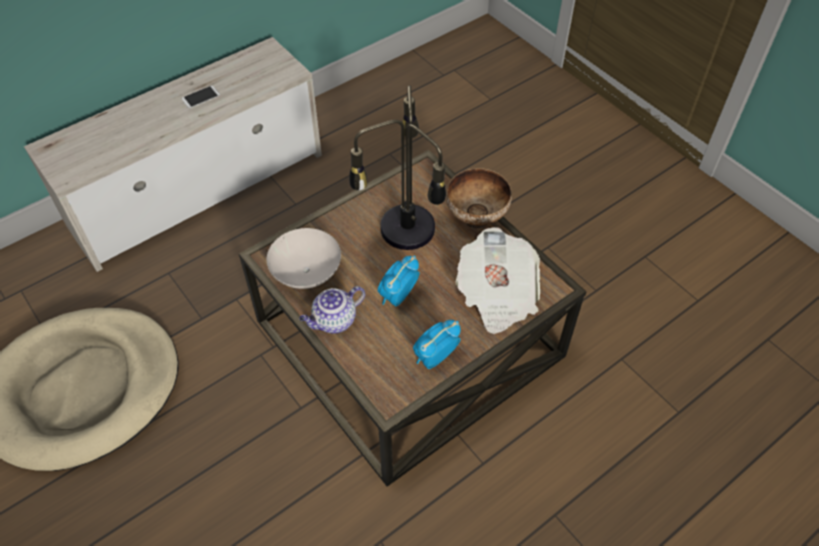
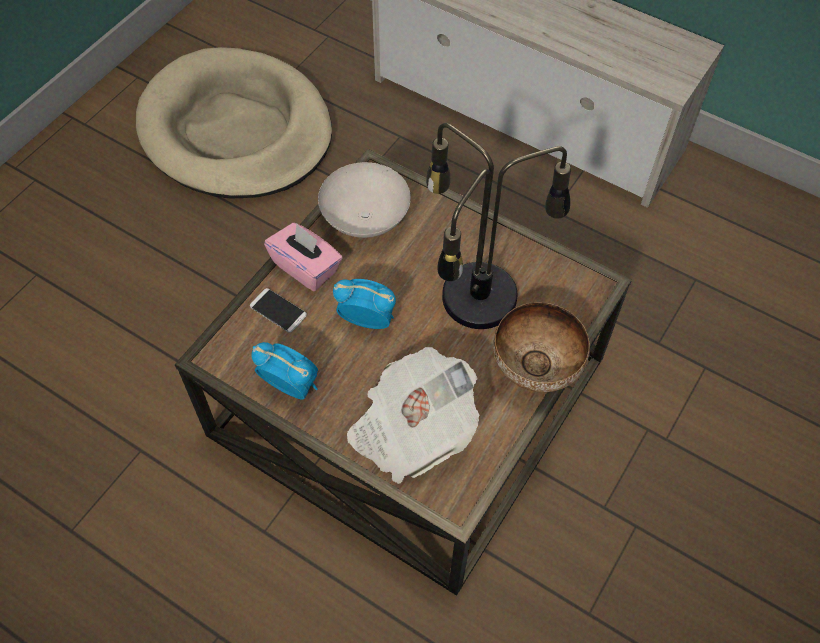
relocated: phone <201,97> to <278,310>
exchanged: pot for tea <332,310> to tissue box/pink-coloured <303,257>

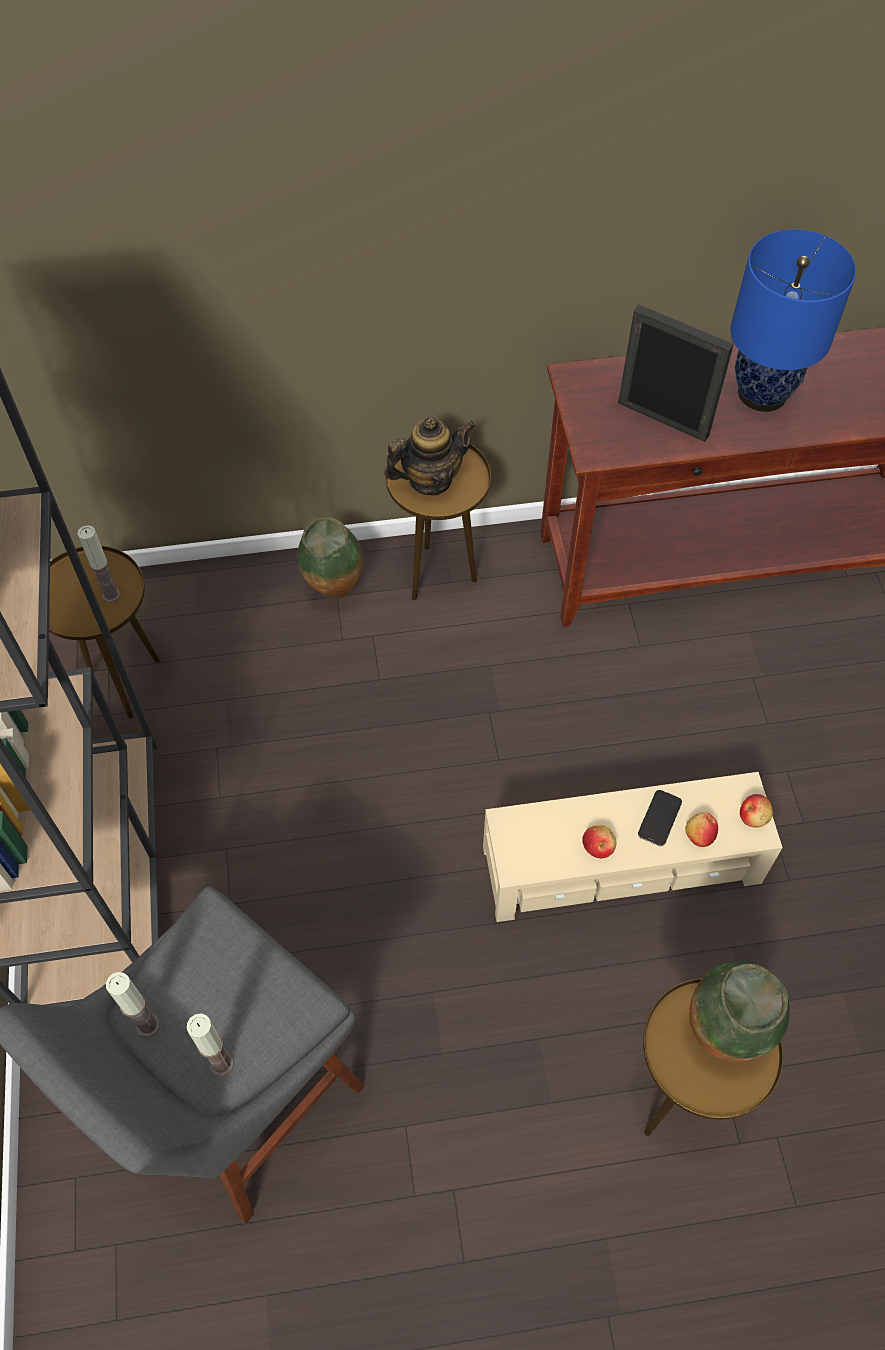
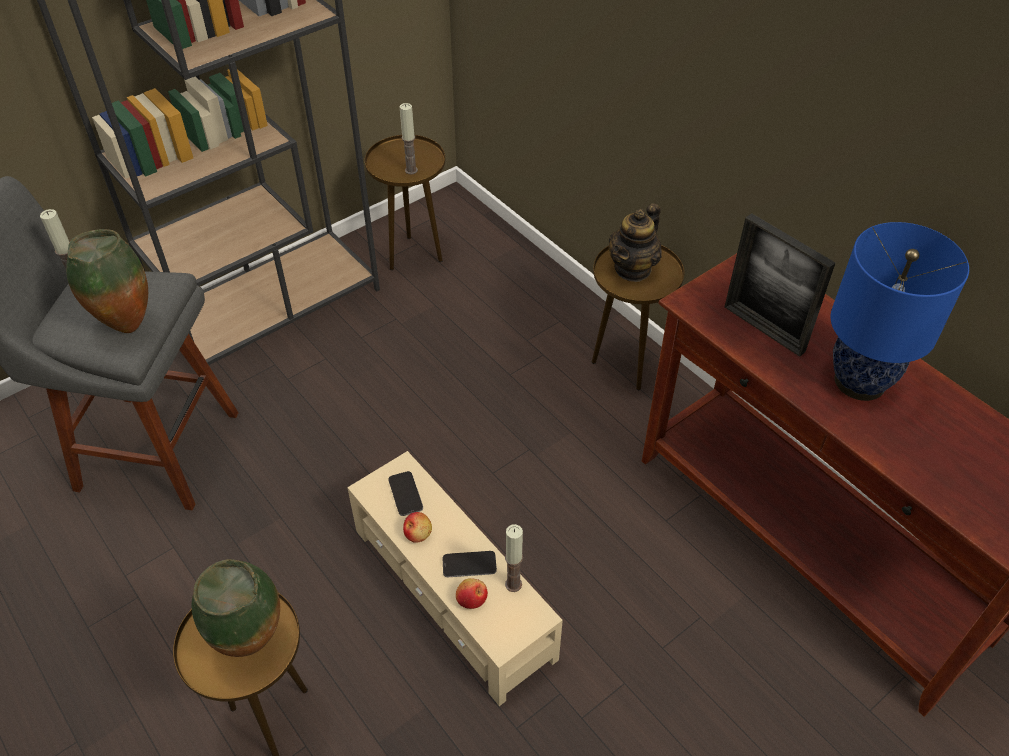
missing: apple fruit <756,811>
appeared: phone <405,493>
relocated: vase <330,558> to <107,281>; wax candle <210,1044> to <514,558>
spun: standing frame <676,373> = <780,285> 135 degrees clockwise; pot for tea <430,456> = <635,242> 90 degrees clockwise

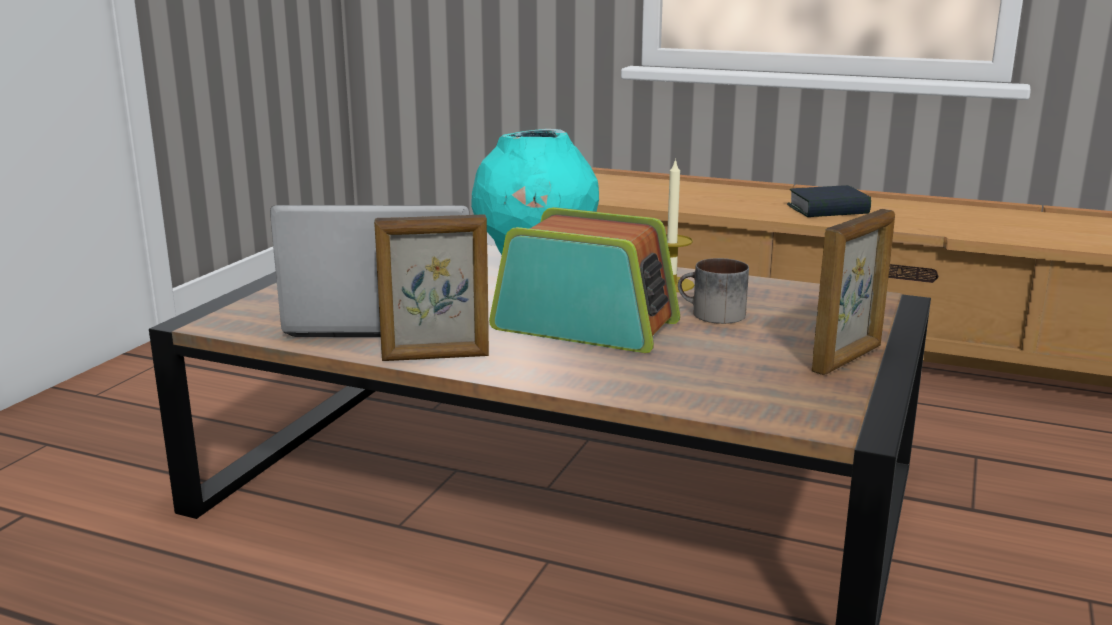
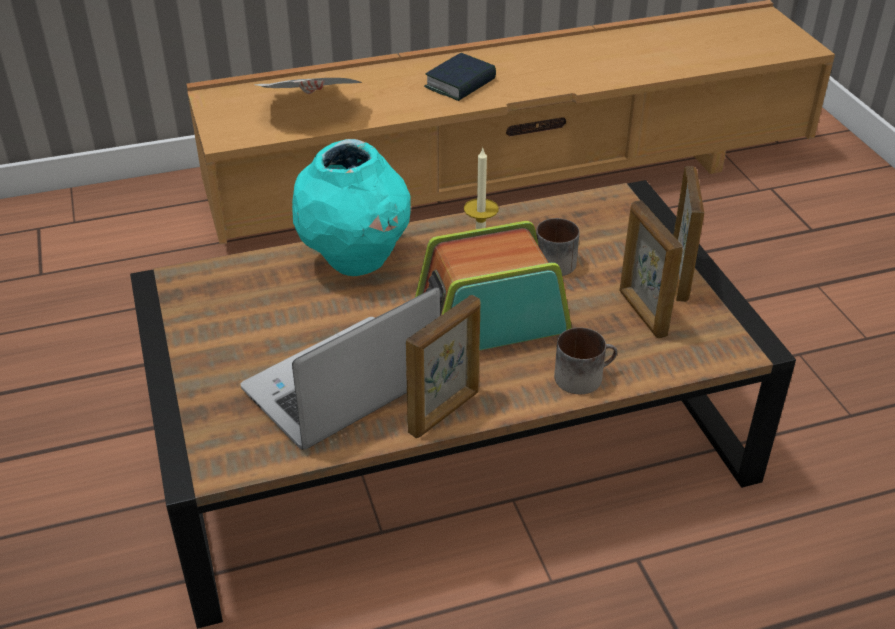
appeared: daily paper <308,86>; standing frame <651,269>; coffee mug <585,361>

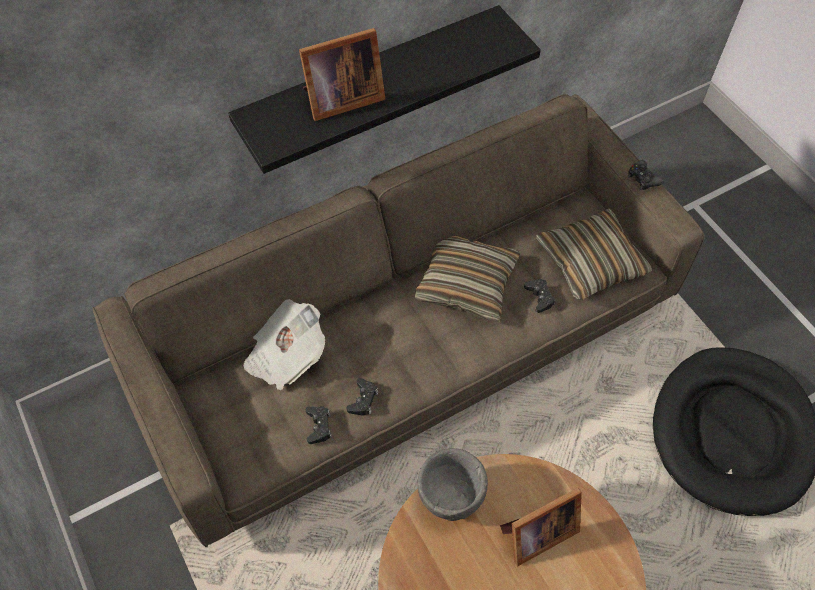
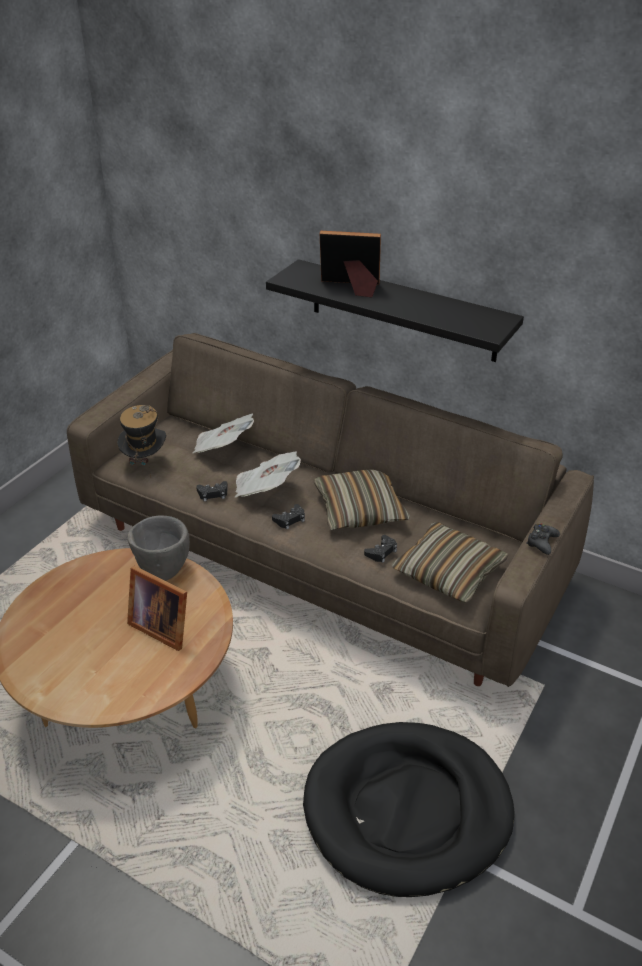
appeared: clothing hat <141,441>; daily paper <268,474>
relocated: game controller/blackish <319,425> to <288,516>
spun: standing frame <342,74> = <350,264> 150 degrees clockwise

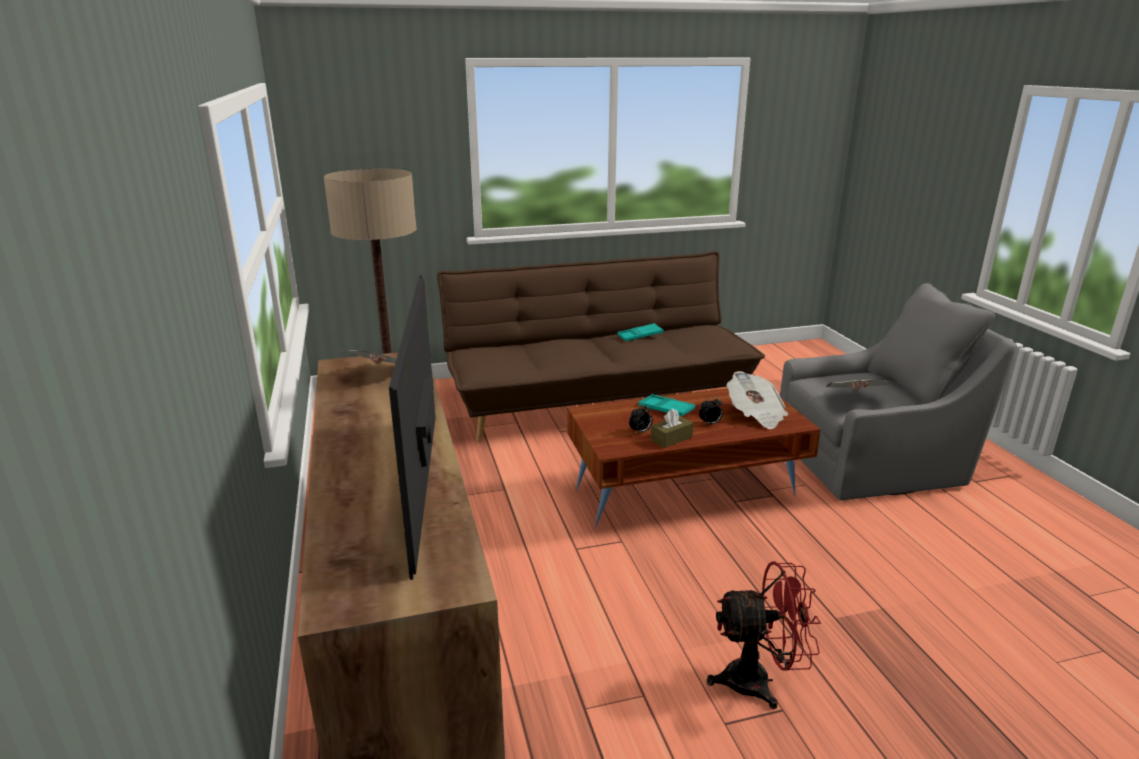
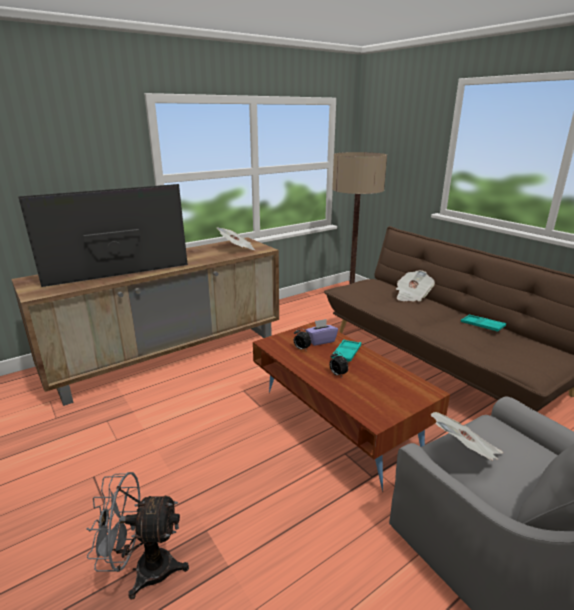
missing: tissue box/brown-coloured <672,428>; fan/red-coloured <764,635>
appeared: tissue box/purplish <322,332>; fan/greyish <137,536>
relocated: daily paper <757,400> to <415,286>

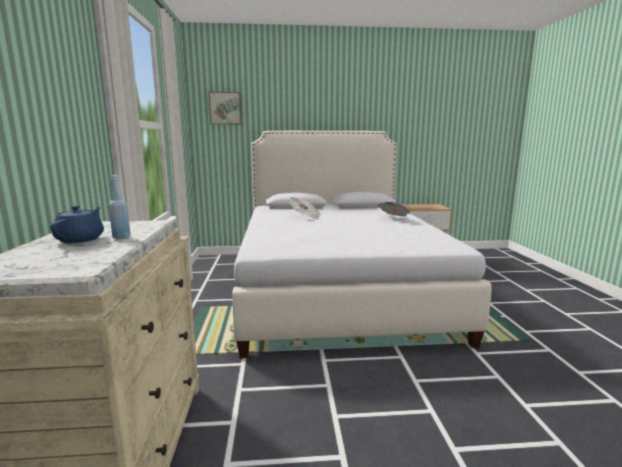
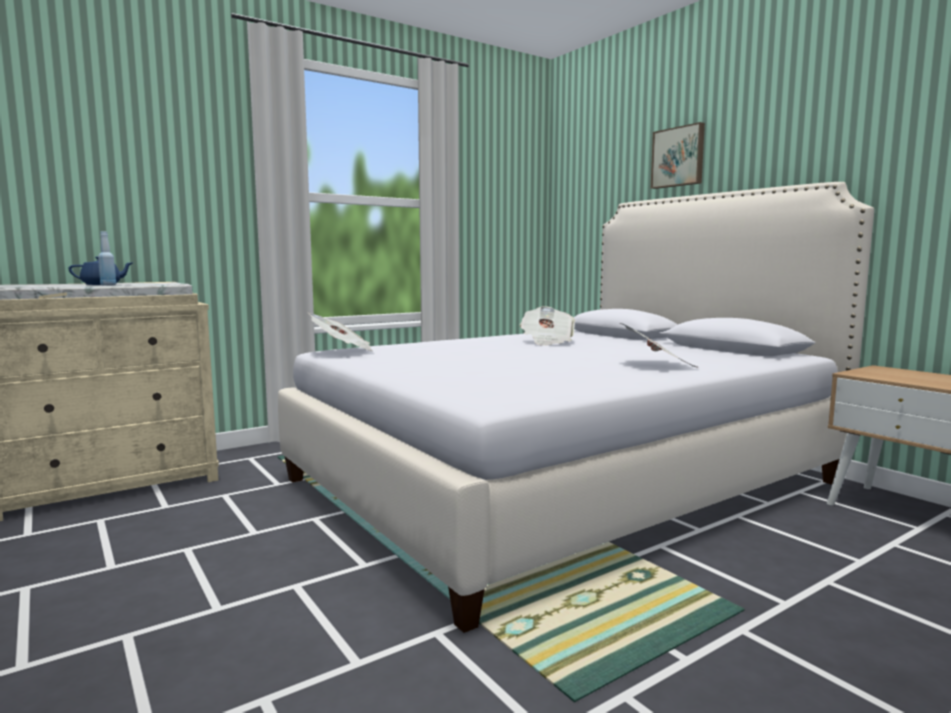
appeared: daily paper <340,332>
relocated: wall art <225,108> to <678,155>

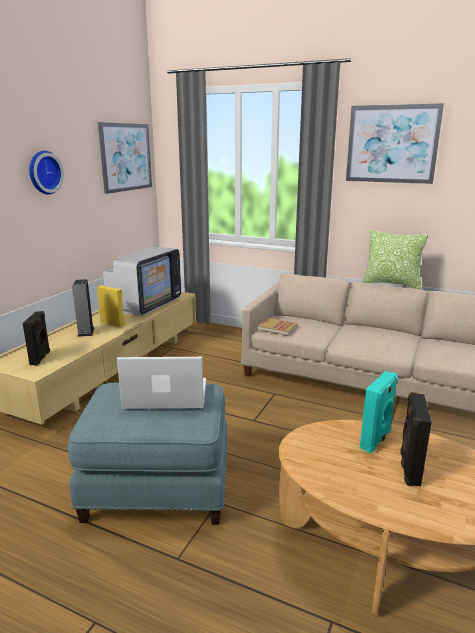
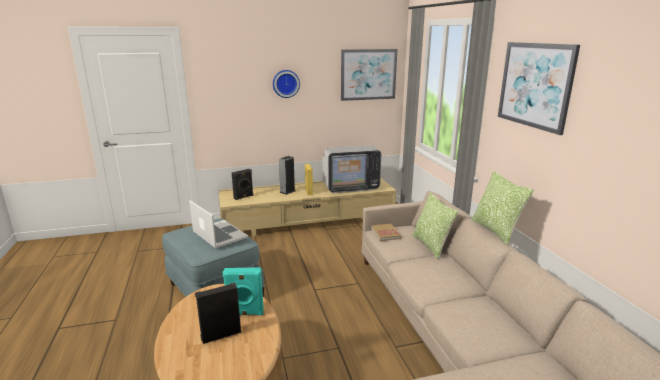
appeared: pillow <435,226>

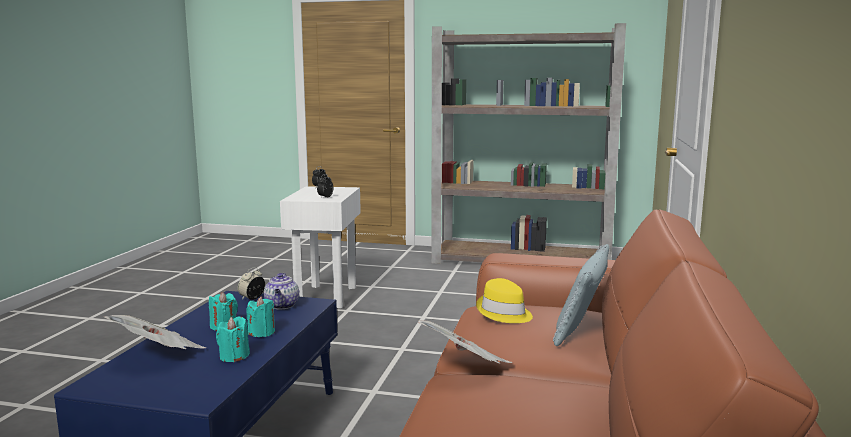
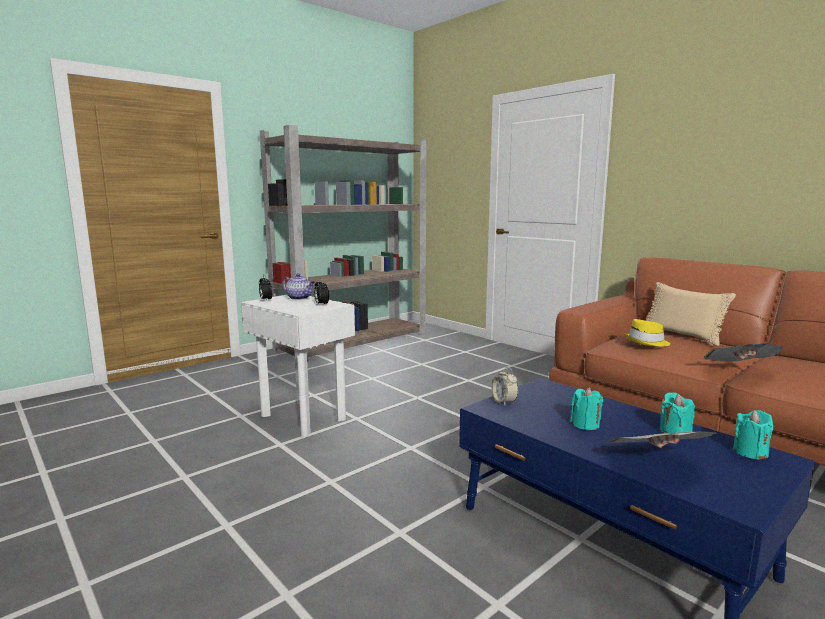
relocated: pot for tea <281,291> to <299,286>; wax candle/turquoise <261,316> to <753,435>
colour: pillow/blue <581,295> to pillow/beige-coloured <691,314>

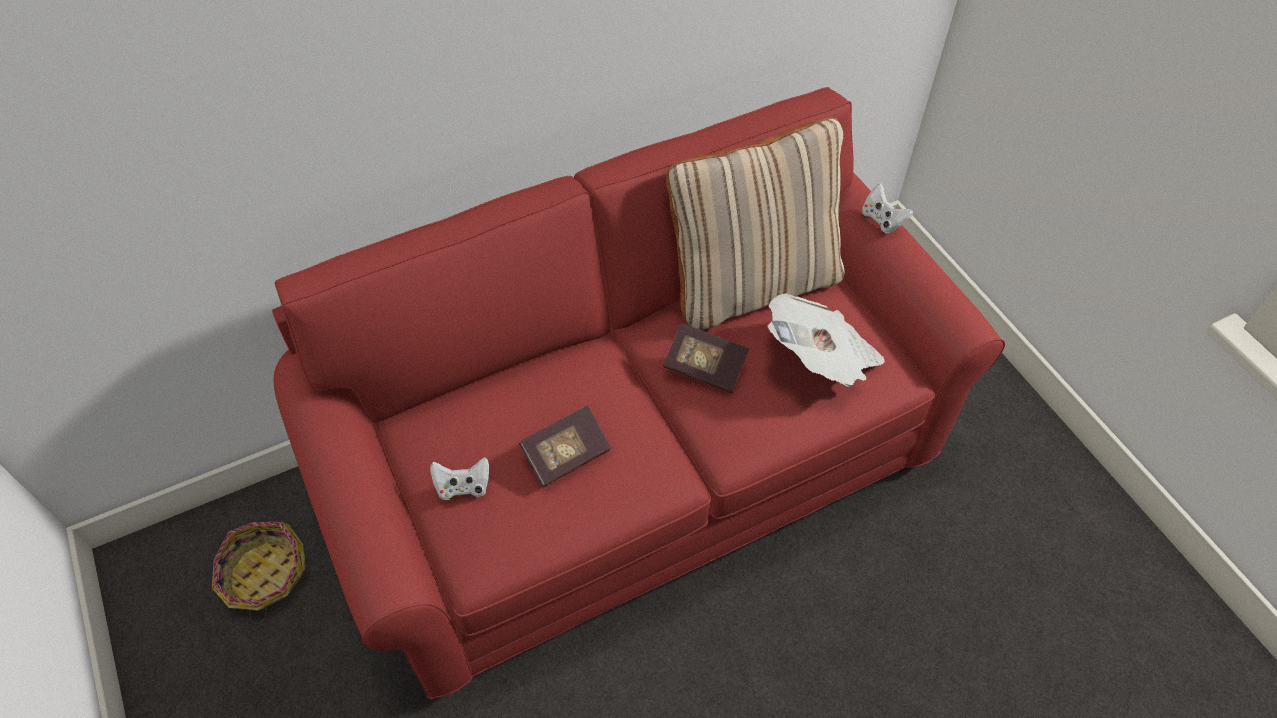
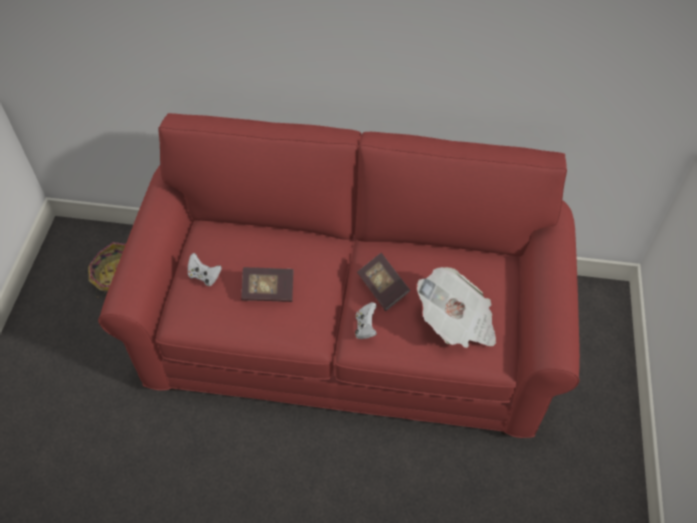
missing: pillow/beige-coloured <755,223>
relocated: game controller/white-coloured <887,208> to <366,320>

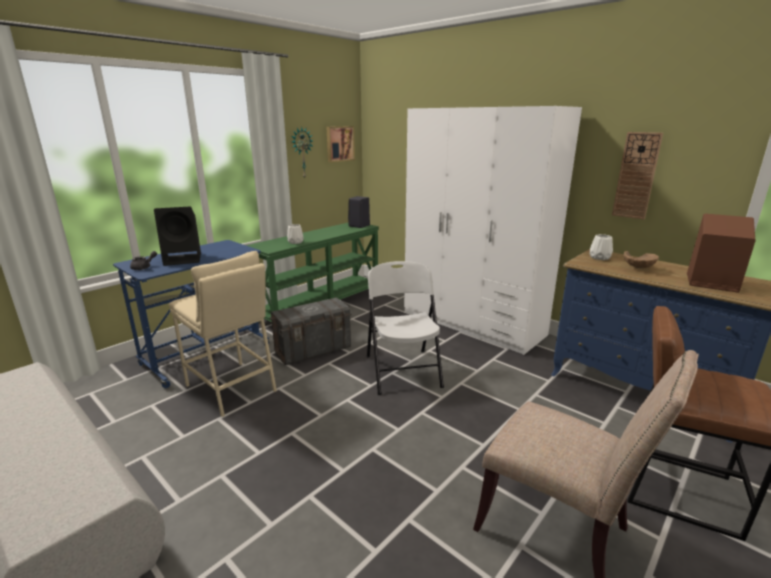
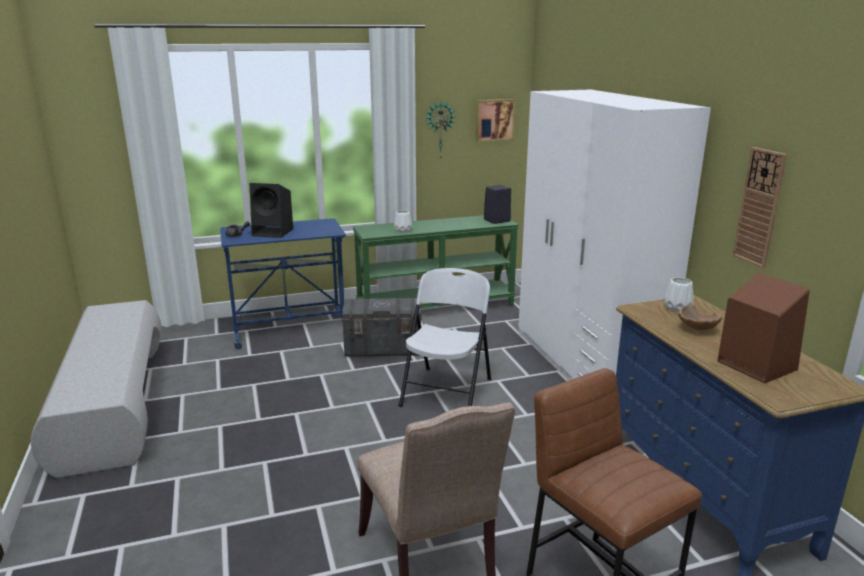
missing: sitting stool/beige-coloured <223,334>

